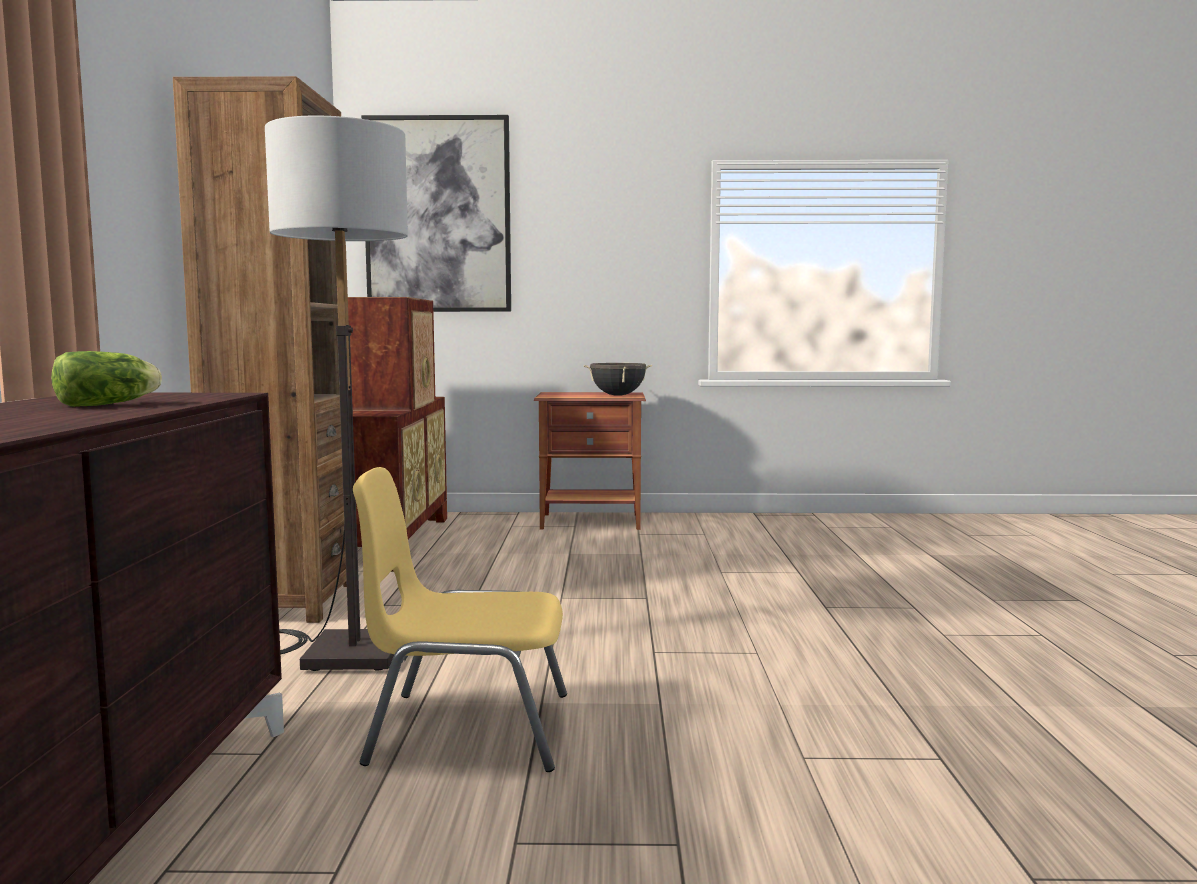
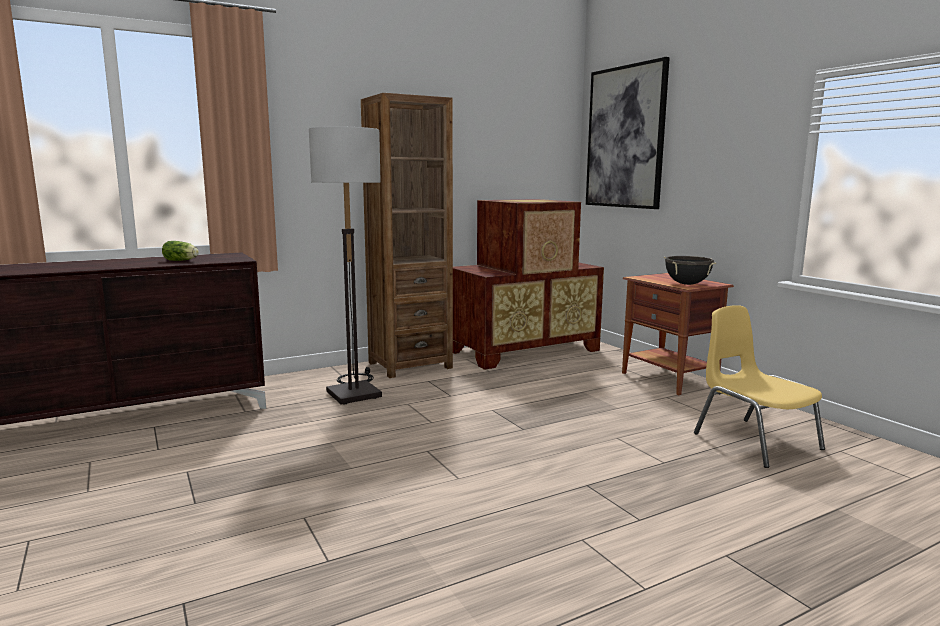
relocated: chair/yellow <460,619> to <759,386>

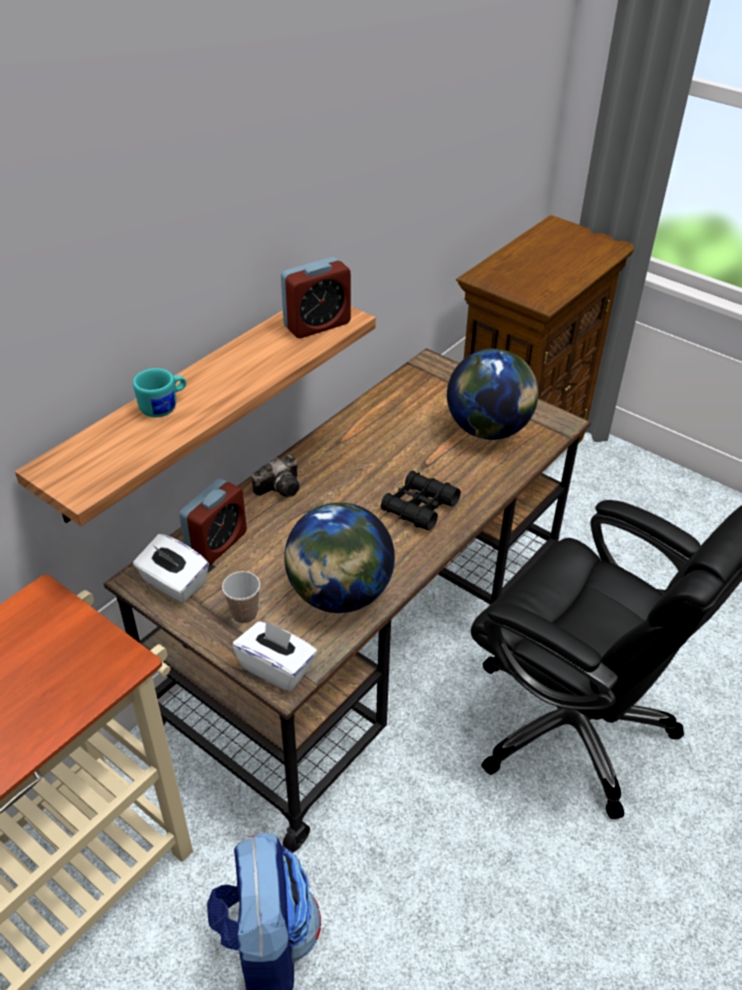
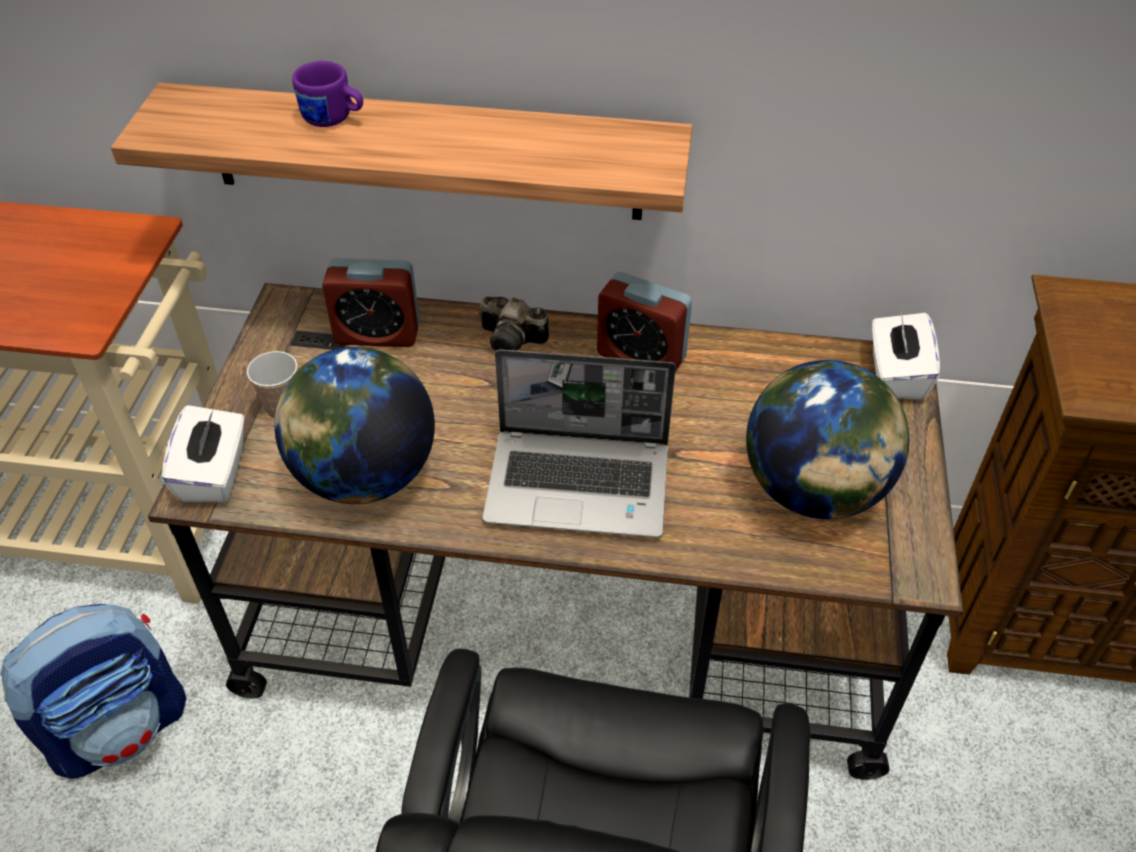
relocated: bedside clock <316,297> to <644,322>; tissue box/white-coloured <171,568> to <906,355>
exchanged: binoculars/blackish <421,501> to portable computer <579,444>
colour: coffee mug/turquoise <159,392> to coffee mug/purplish <327,94>

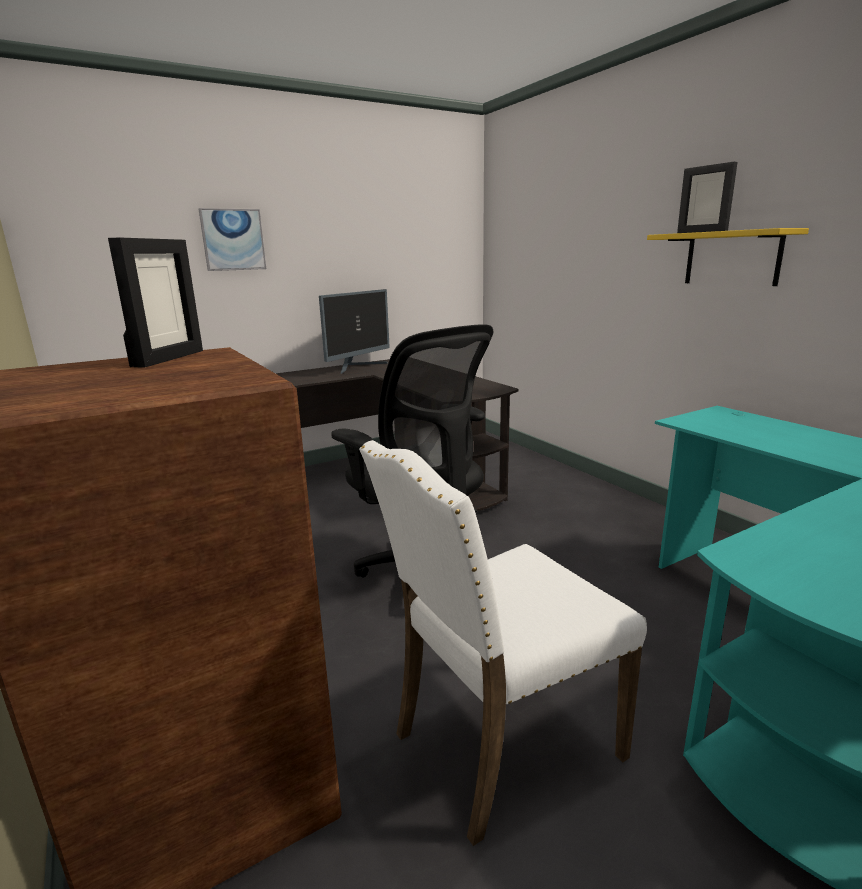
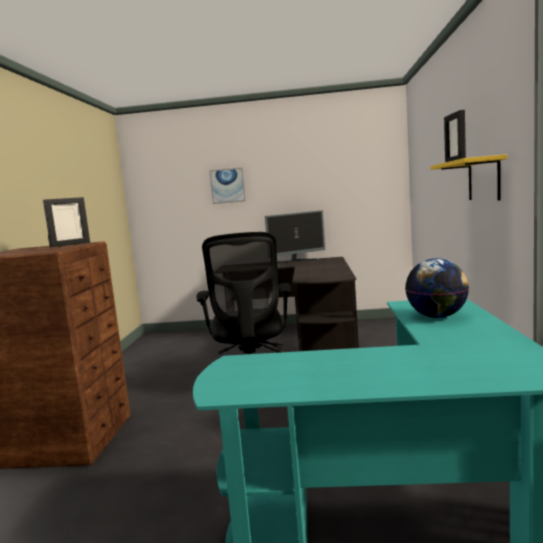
missing: chair/white-coloured <503,643>
appeared: world globe <437,288>

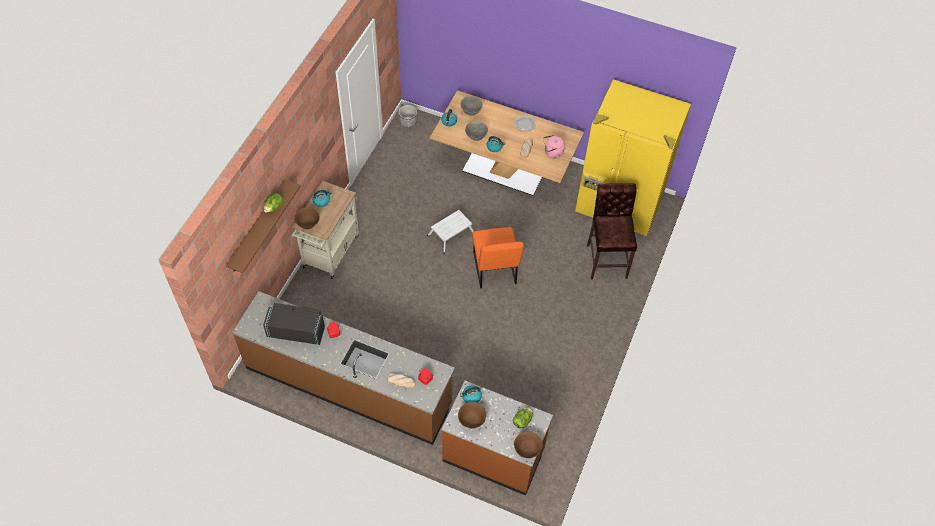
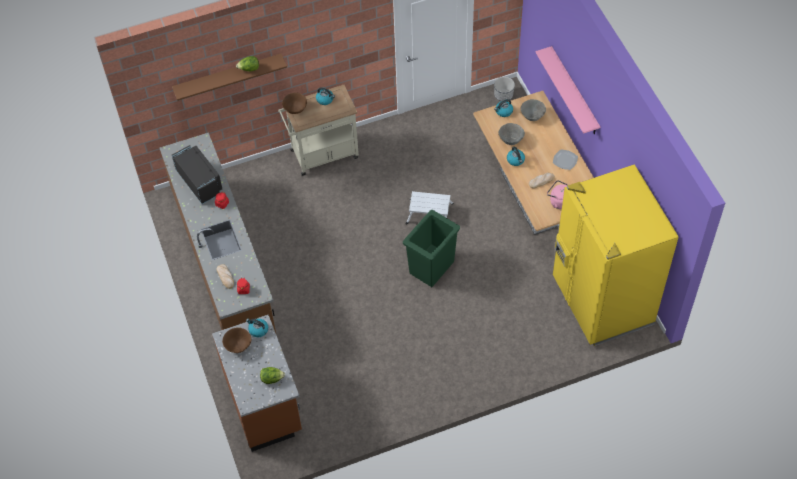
missing: sitting stool/brown-coloured <612,231>; serving bowl/brown-coloured <528,444>
appeared: wall shelf/pink-coloured <568,90>
exchanged: chair/orange-coloured <498,257> to waste bin/green-coloured <431,248>

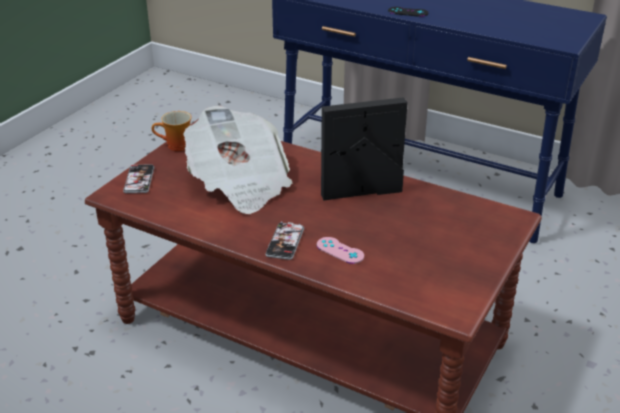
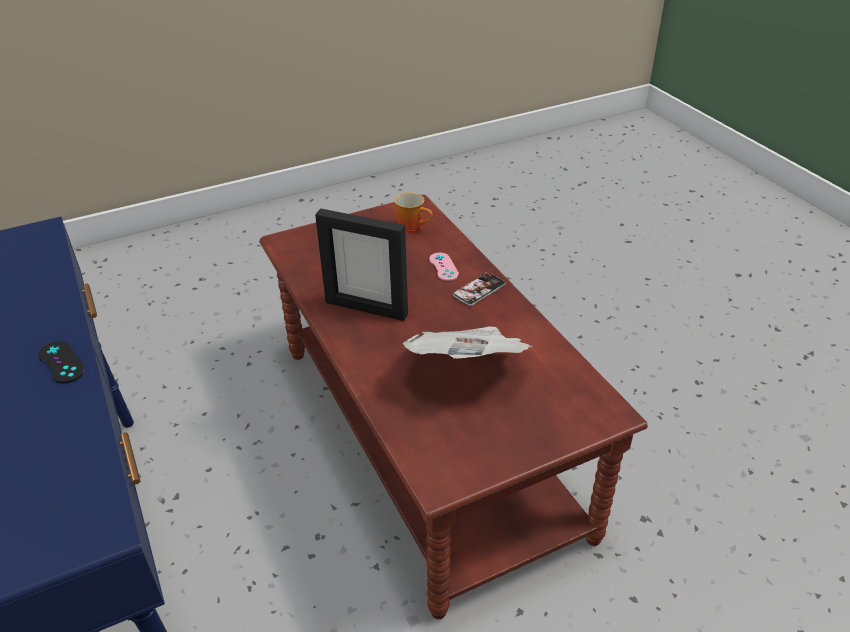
missing: phone <138,179>
relocated: coffee mug <171,131> to <413,213>

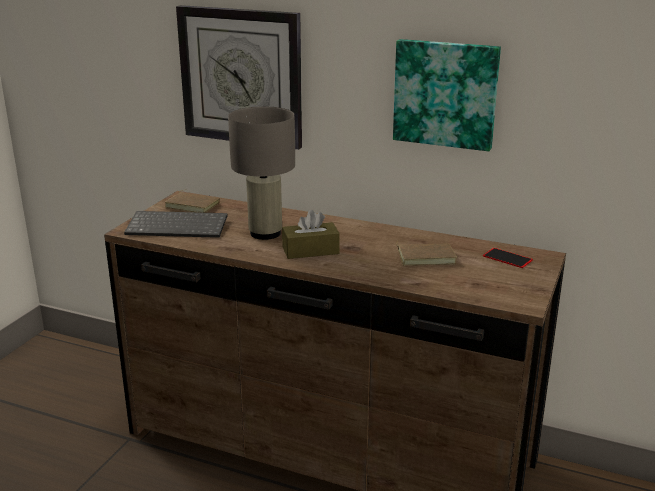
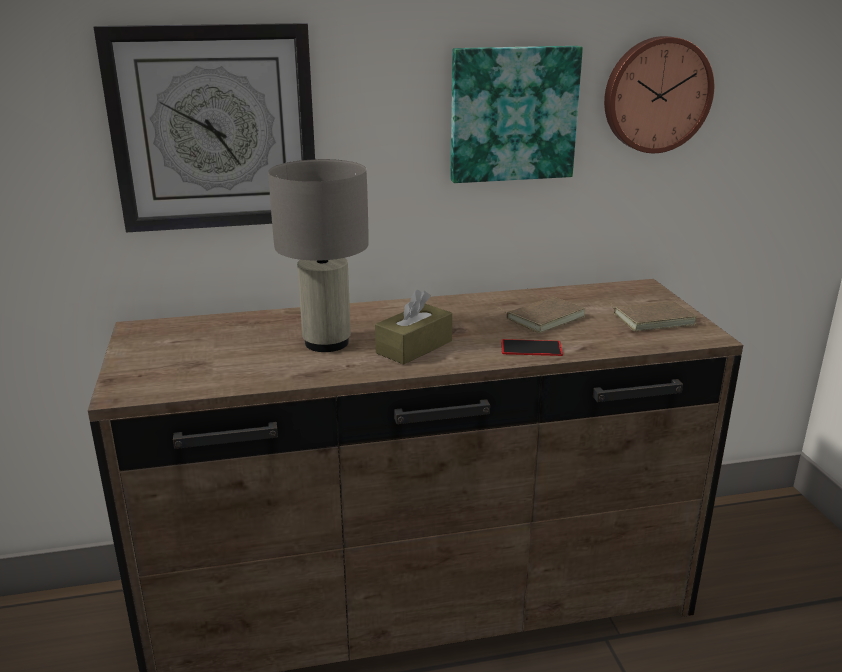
missing: computer keyboard <175,224>
appeared: wall clock <659,94>
relocated: bound book/brown-coloured <192,201> to <652,316>; phone <508,258> to <532,347>

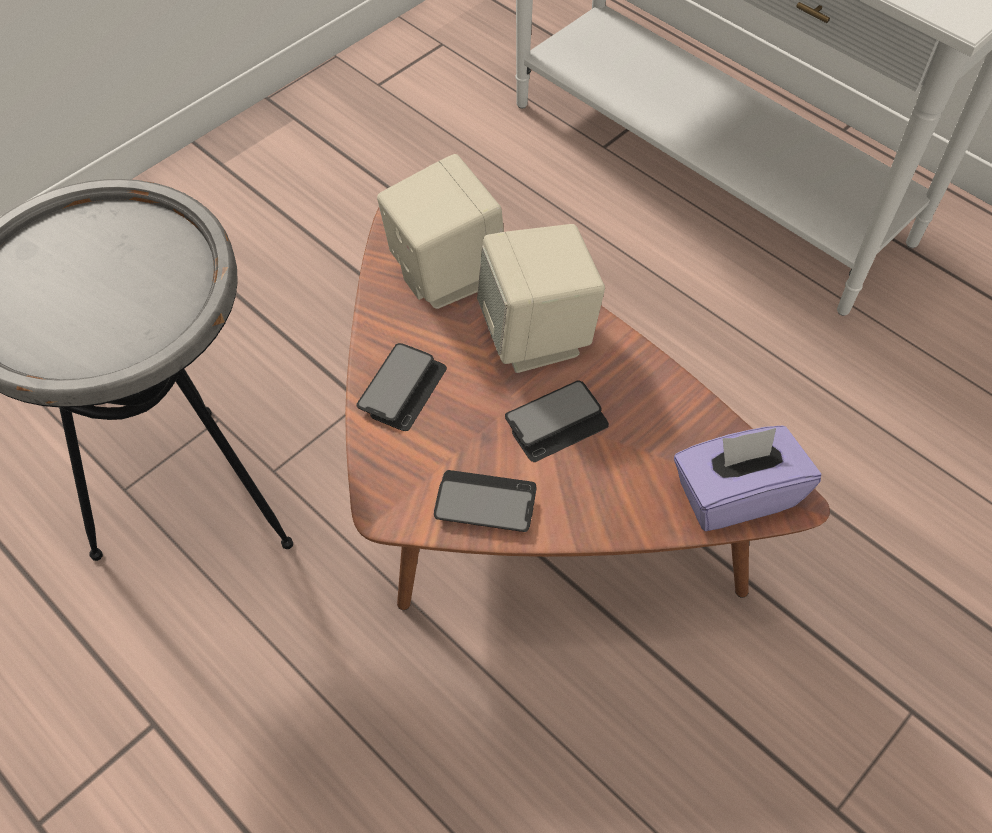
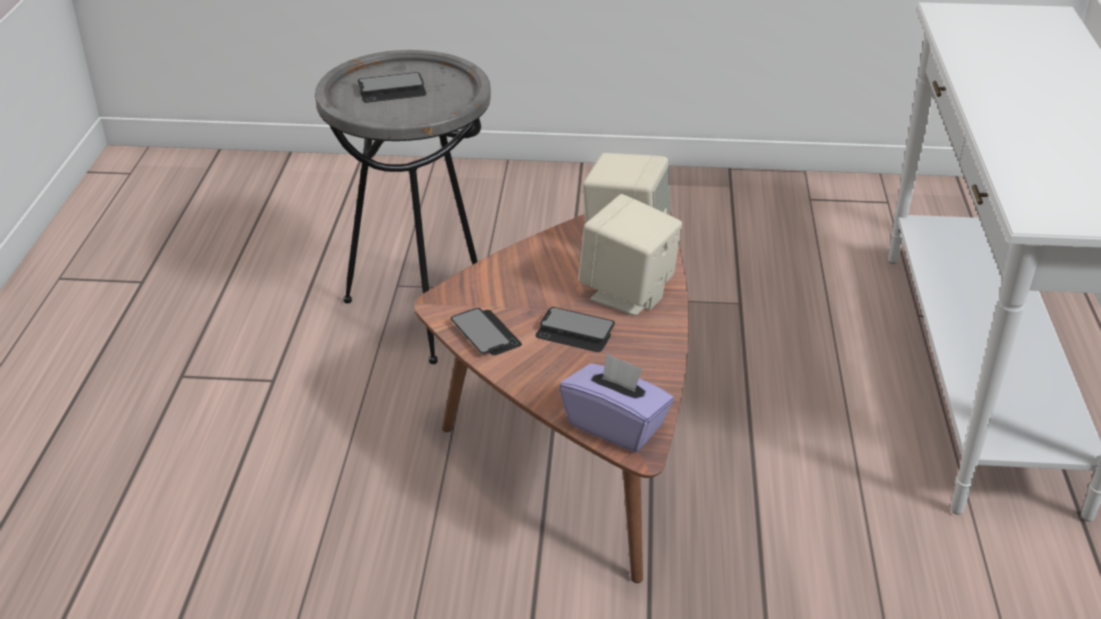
relocated: phone <401,387> to <392,87>

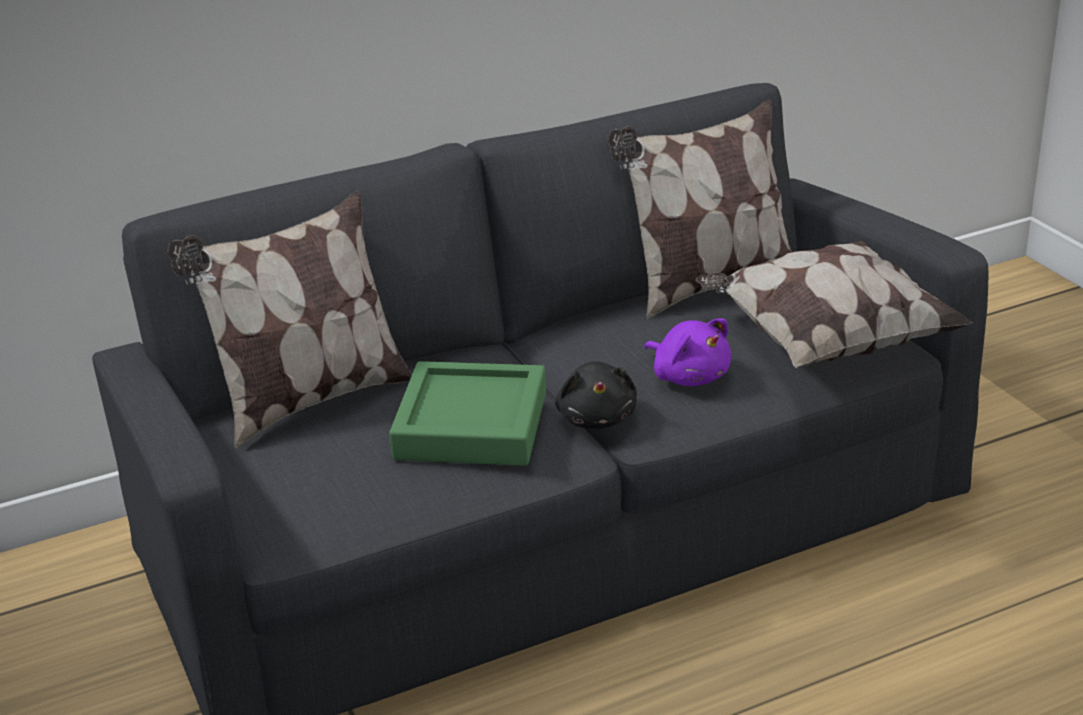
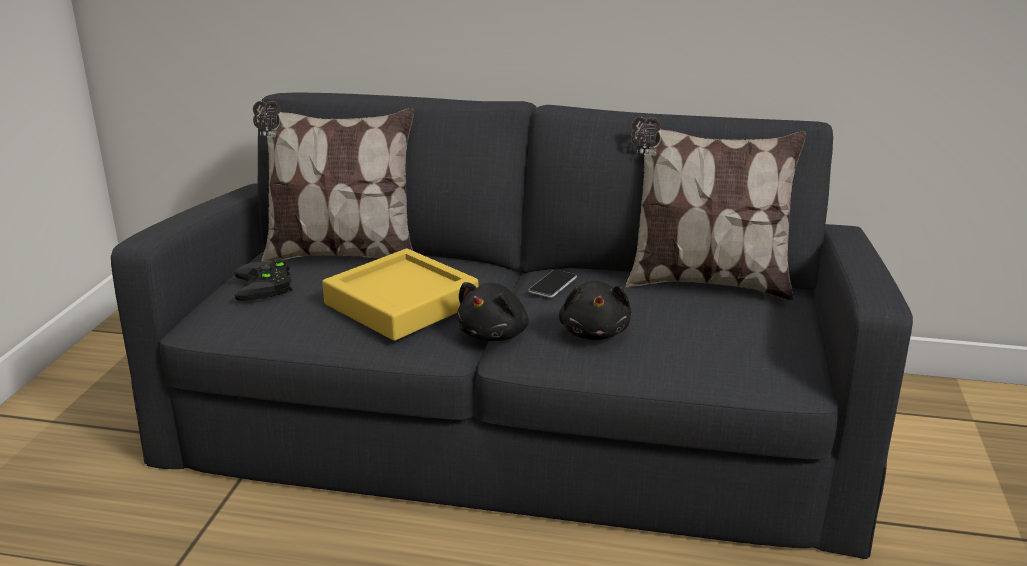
missing: pillow <834,304>
appeared: game controller/blackish <263,280>; phone <553,284>
colour: soft toy/purplish <687,352> to soft toy/blackish <595,310>; tray/green-coloured <467,413> to tray/yellow <400,295>

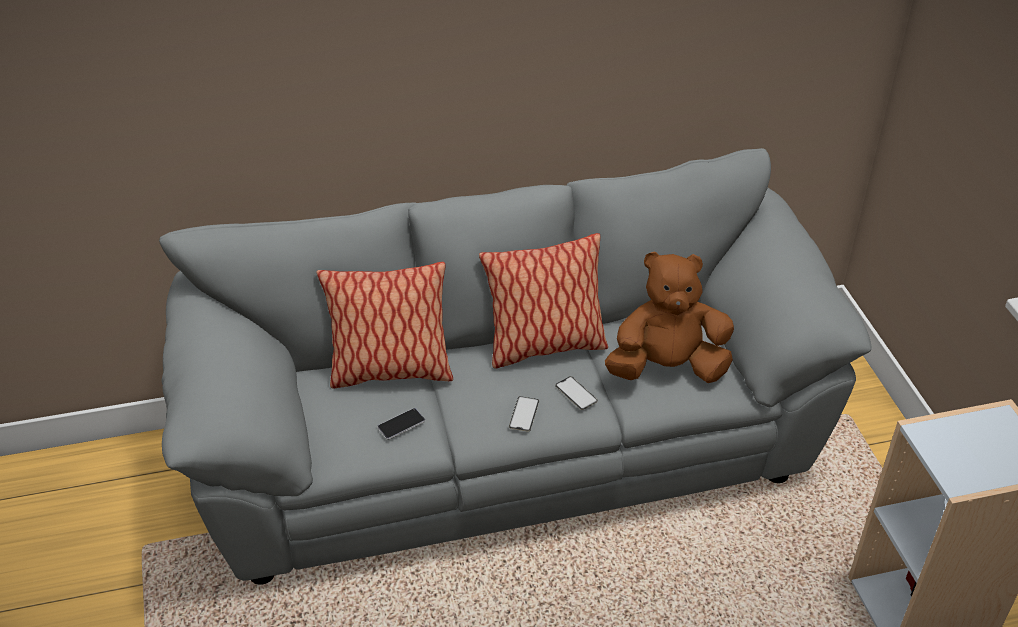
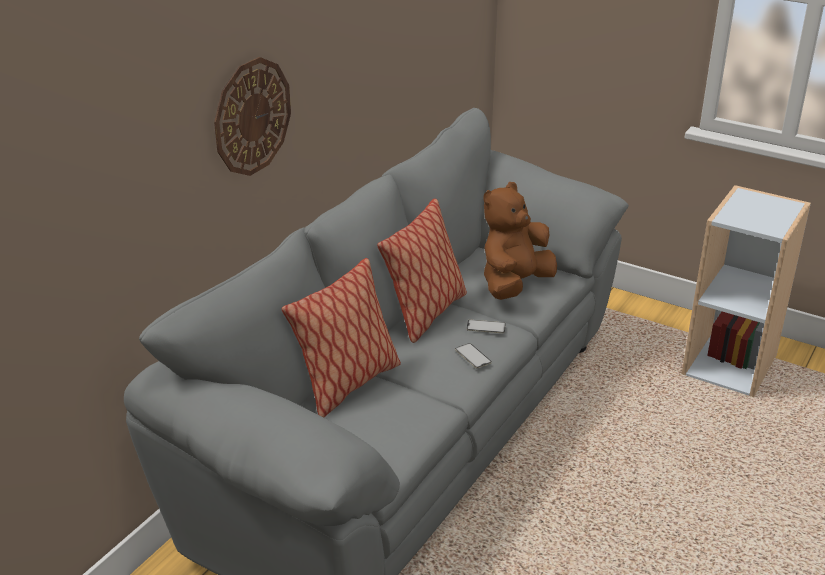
missing: phone <401,424>
appeared: wall clock <252,116>

